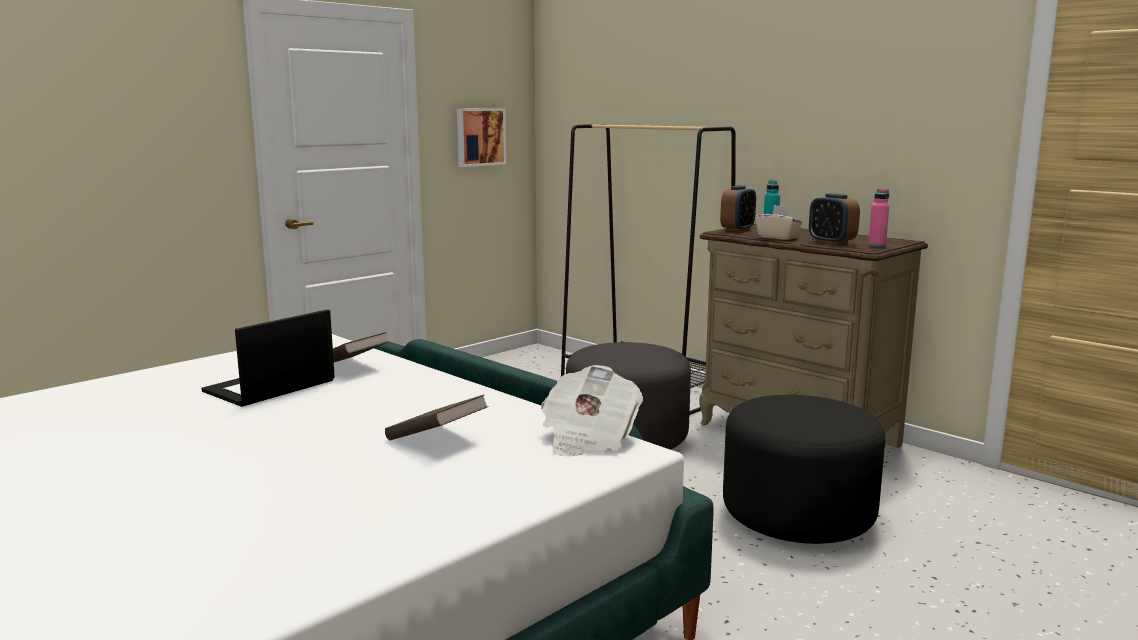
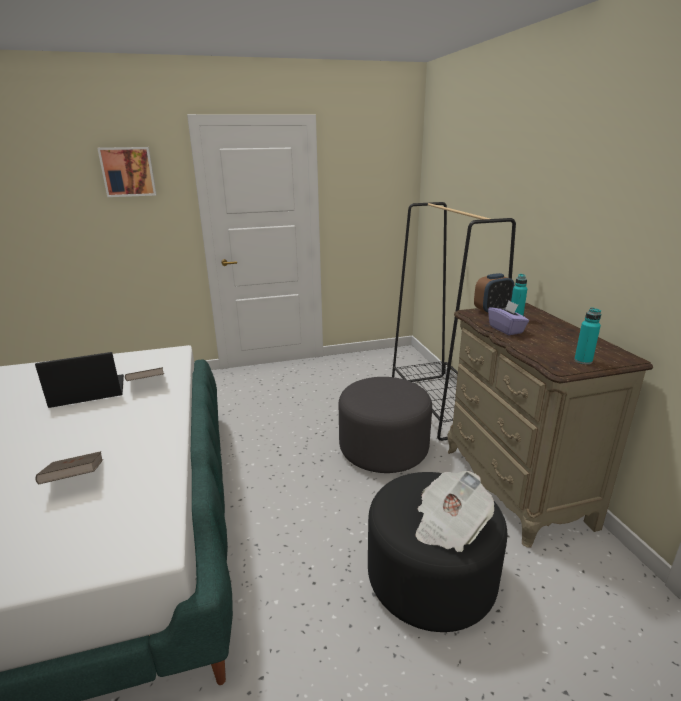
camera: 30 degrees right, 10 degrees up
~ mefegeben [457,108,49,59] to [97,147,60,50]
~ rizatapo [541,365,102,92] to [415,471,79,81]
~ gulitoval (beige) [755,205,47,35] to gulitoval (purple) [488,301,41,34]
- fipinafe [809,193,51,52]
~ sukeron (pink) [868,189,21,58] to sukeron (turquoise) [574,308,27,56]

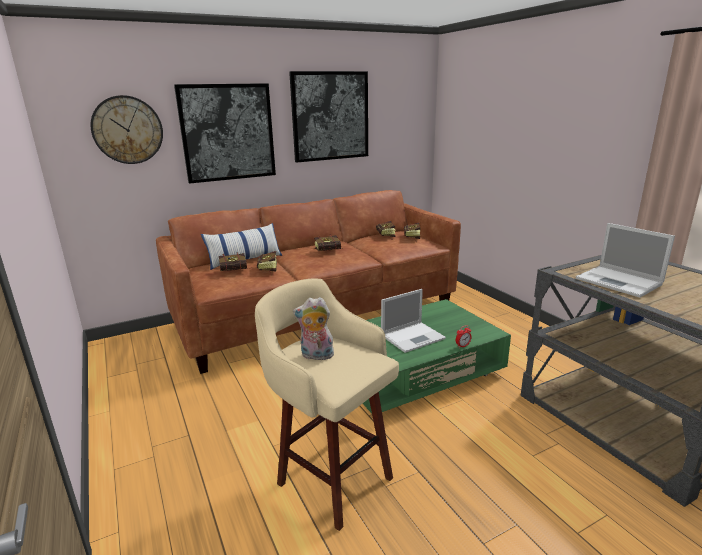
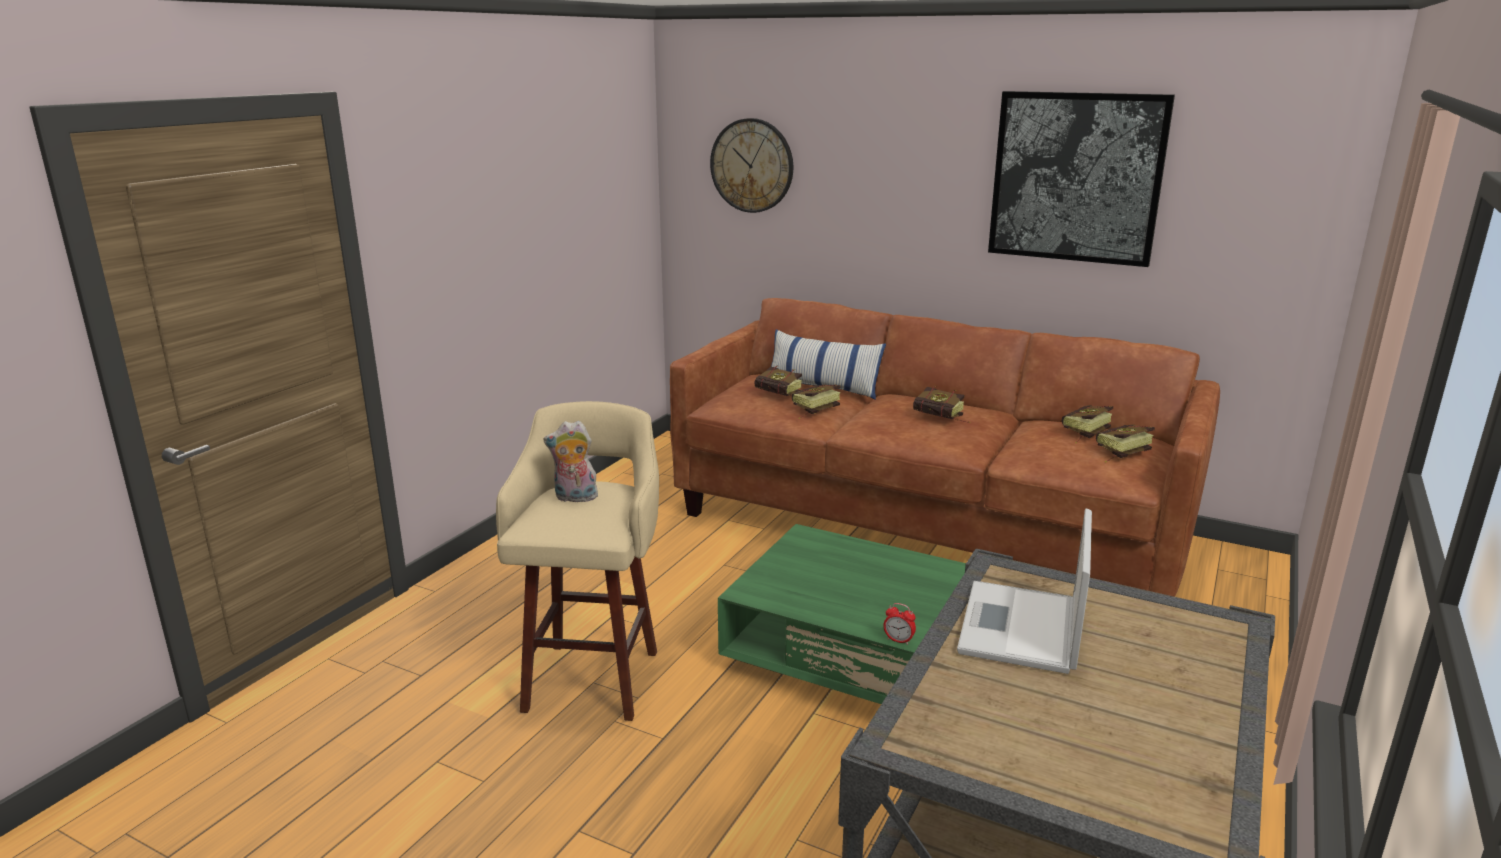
camera: 55 degrees right, 0 degrees up
- mefegeben [174,83,102,101]
~ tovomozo [293,297,43,63] = [544,421,54,81] 60 degrees counterclockwise
- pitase [381,289,65,64]

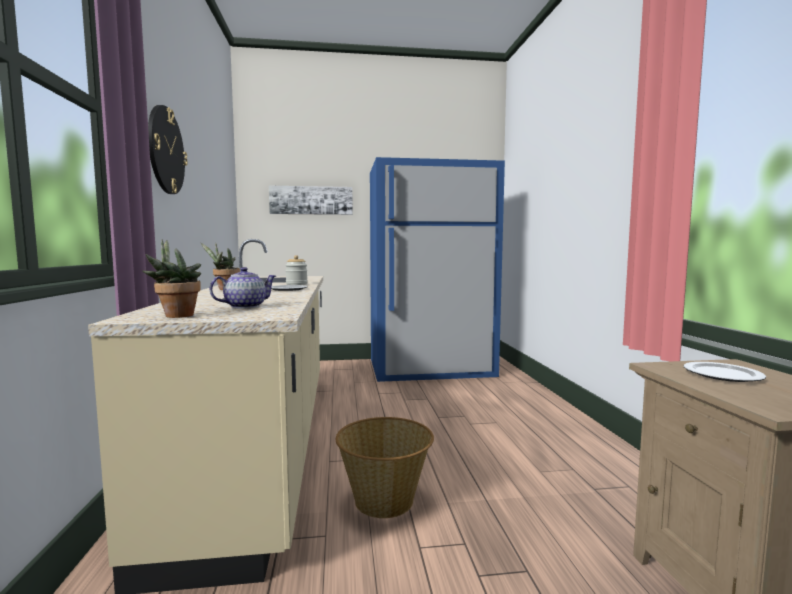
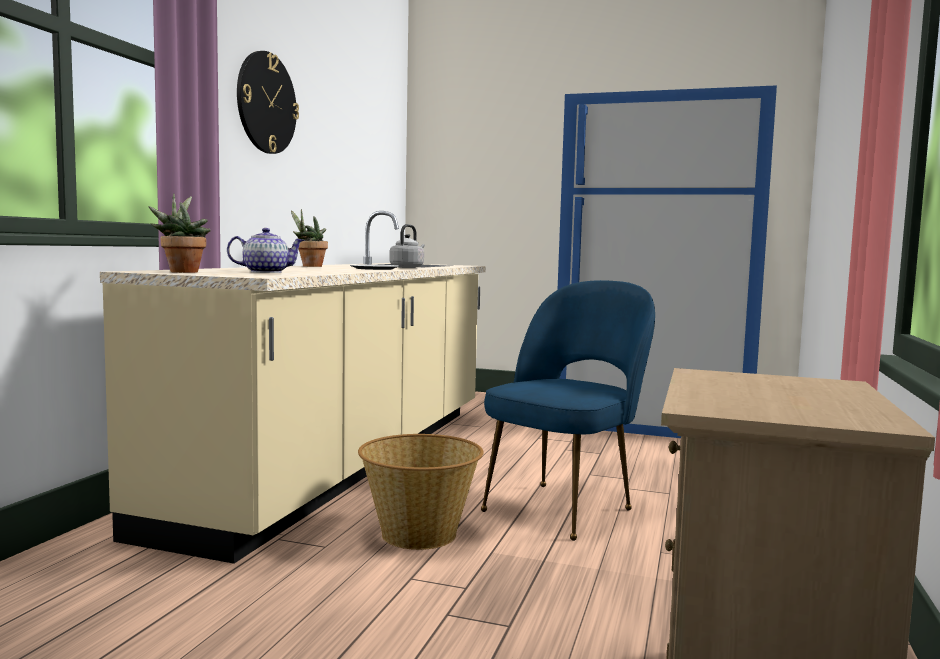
camera: 25 degrees right, 0 degrees up
- mefegeben [269,186,84,29]
~ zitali [285,255,23,30] to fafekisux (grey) [389,224,36,44]
- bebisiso [684,362,82,20]
+ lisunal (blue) [481,280,174,261]

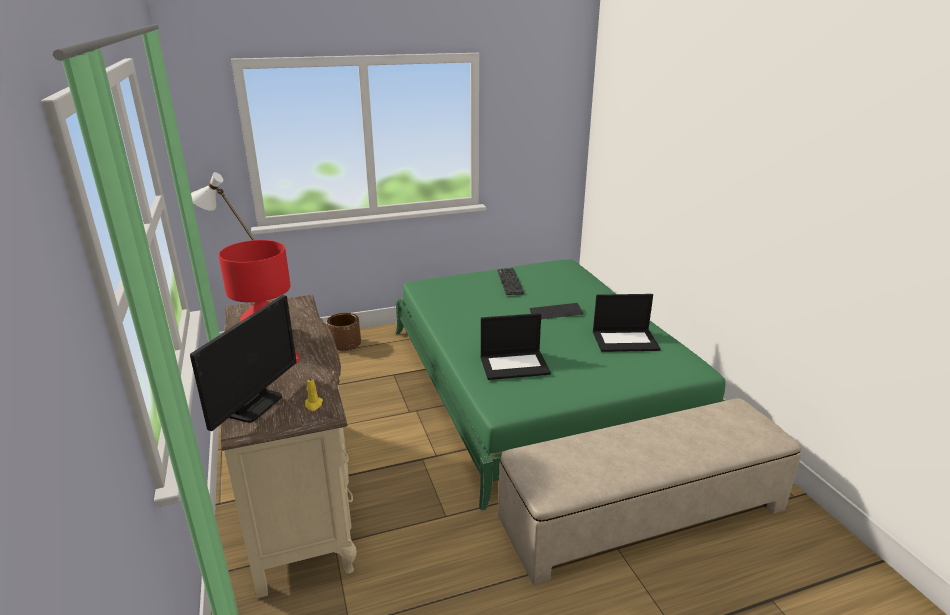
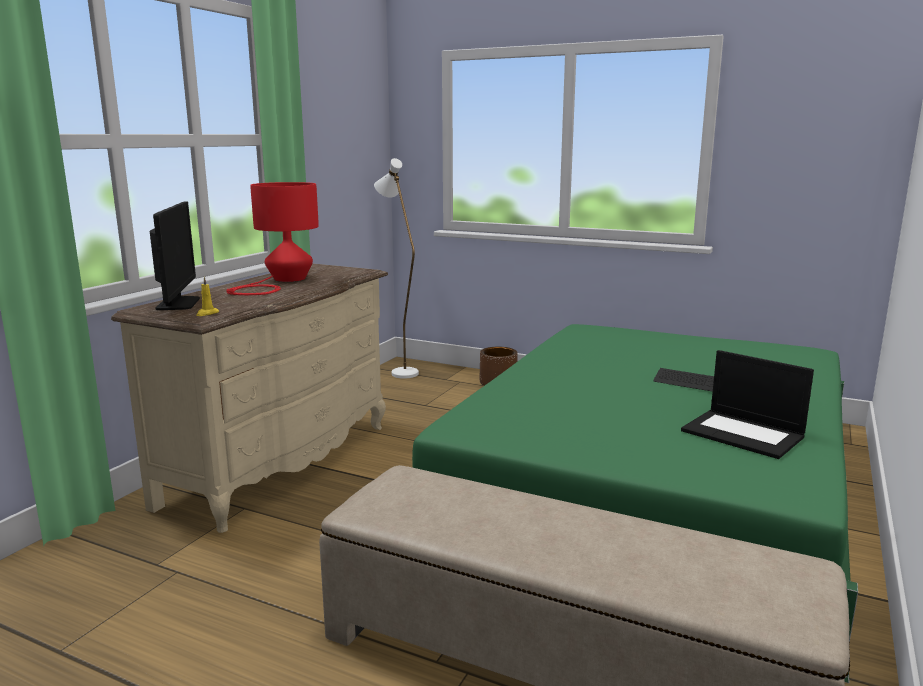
camera: 45 degrees right, 10 degrees down
~ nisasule [190,295,107,136] = [150,202,50,108] 75 degrees counterclockwise
- pitase [480,313,71,67]
- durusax [497,268,27,27]

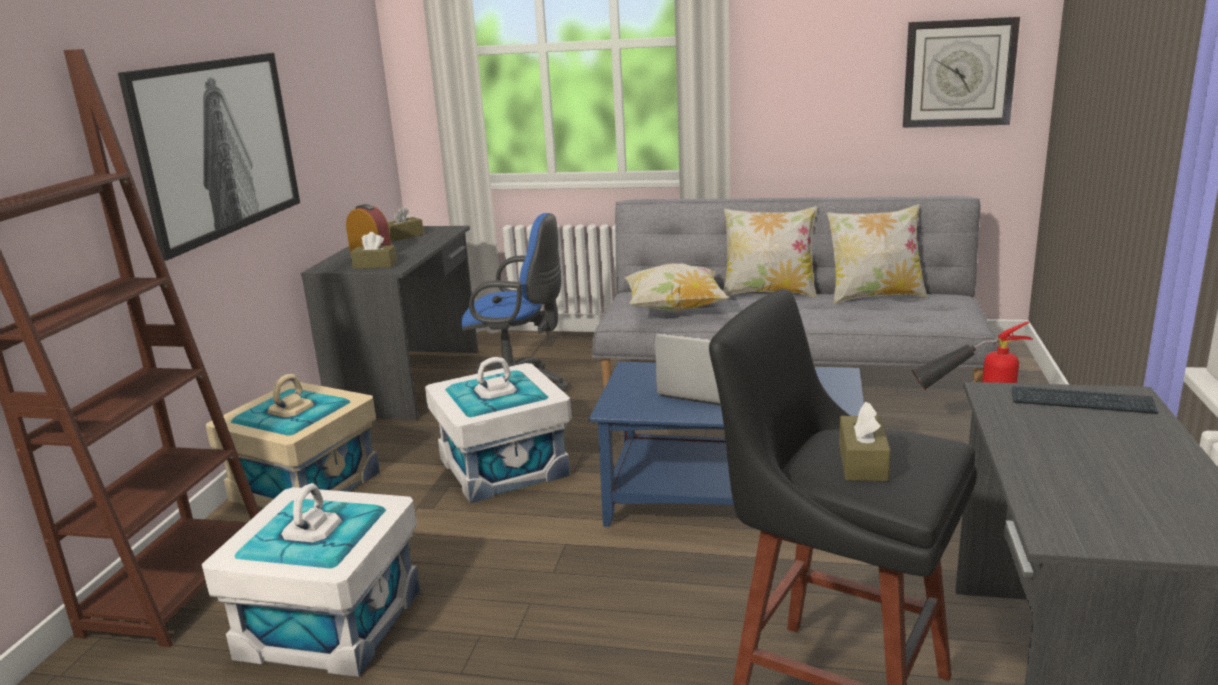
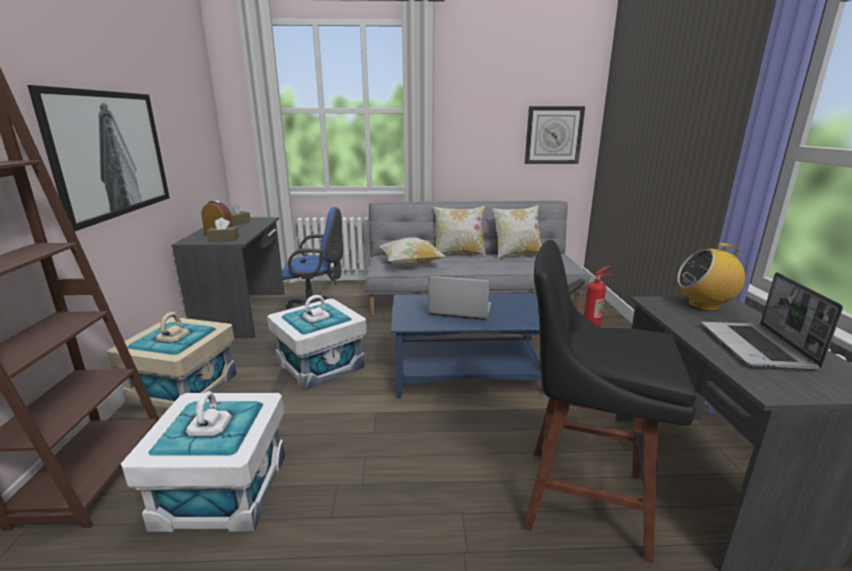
camera: 15 degrees left, 0 degrees up
- gulitoval (brown) [839,402,52,79]
~ durusax [1012,386,146,28] to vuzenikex [677,243,68,68]
+ pitase [702,272,141,98]

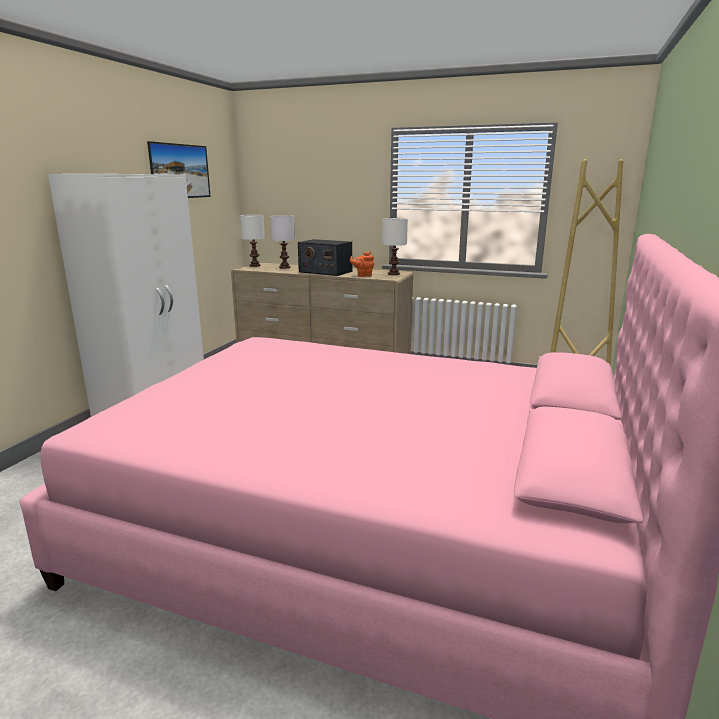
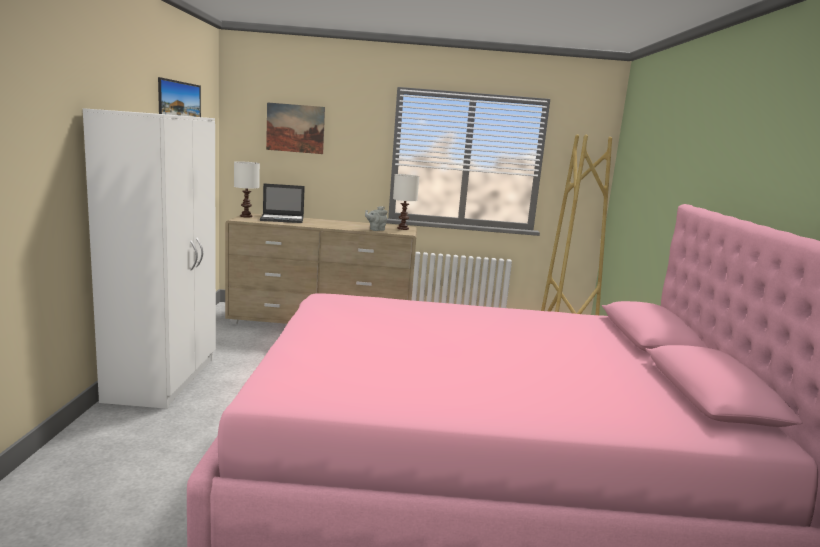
camera: 20 degrees left, 5 degrees down
~ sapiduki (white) [271,215,24,54] to pitase [260,183,45,40]
- vuzenikex [298,239,54,37]
~ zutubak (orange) [350,252,24,25] to zutubak (grey) [365,206,22,25]
+ mefegeben [266,102,59,52]

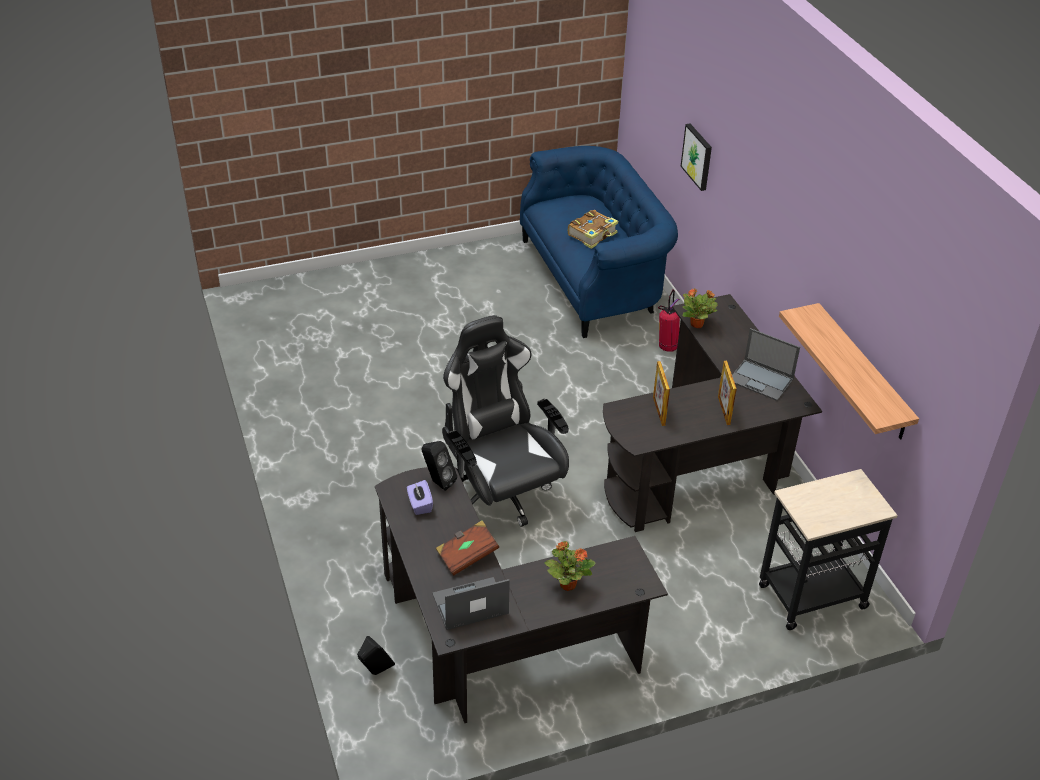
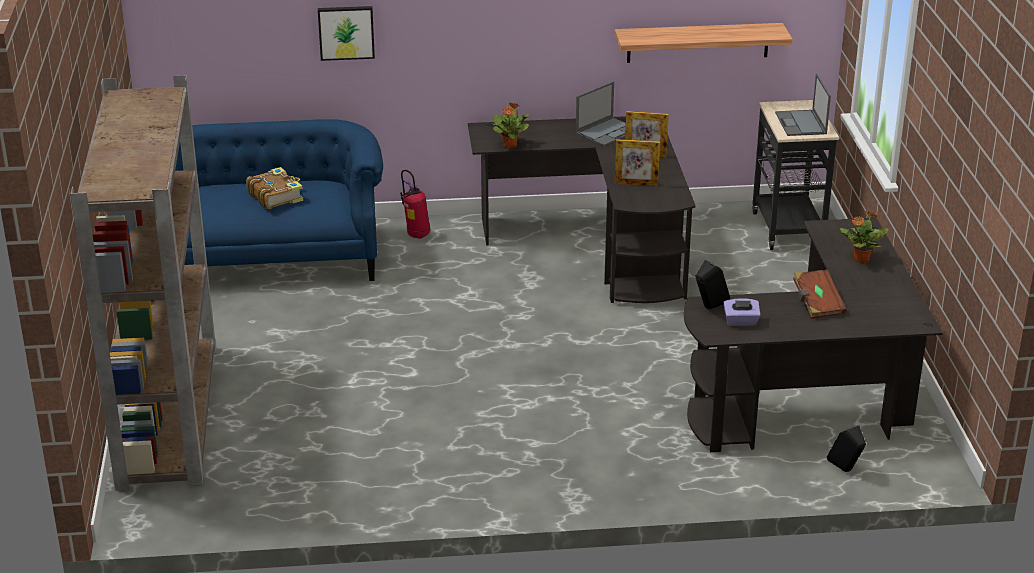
camera: 75 degrees left, 10 degrees down
~ pitase [432,577,78,53] to [775,74,56,62]
- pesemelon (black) [442,315,127,212]
+ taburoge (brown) [70,75,146,415]

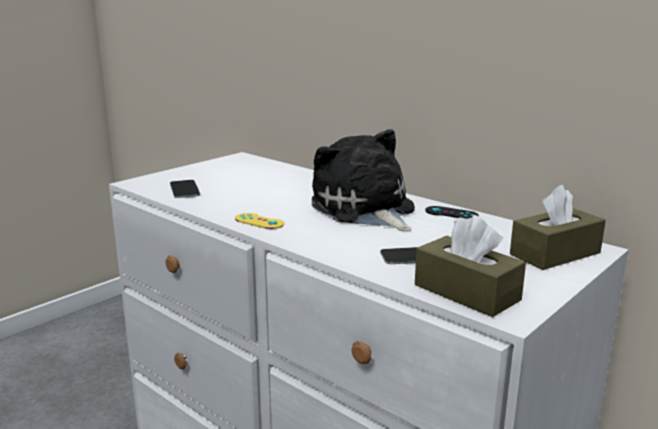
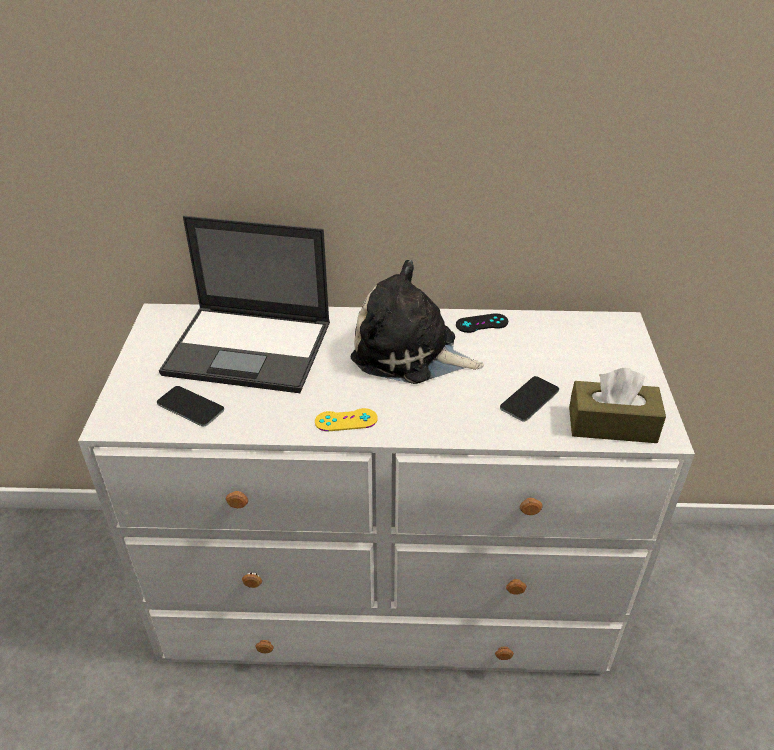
camera: 40 degrees left, 20 degrees up
- gulitoval (brown) [510,185,96,85]
+ pitase [159,216,171,177]

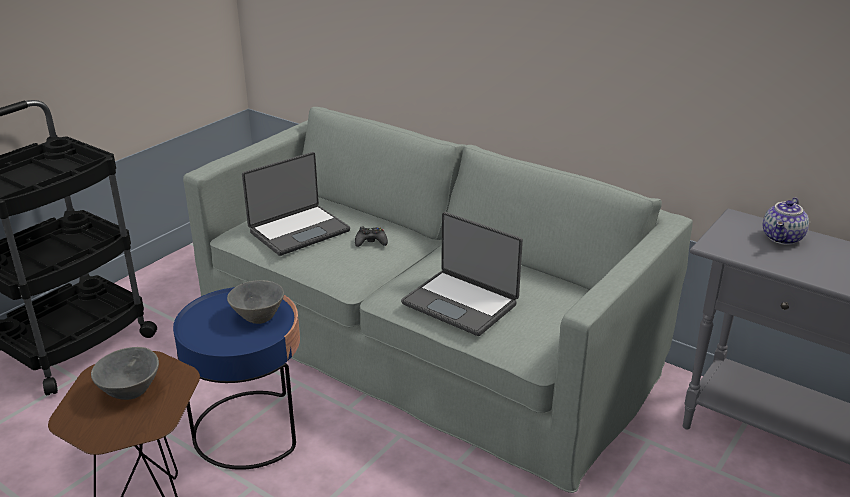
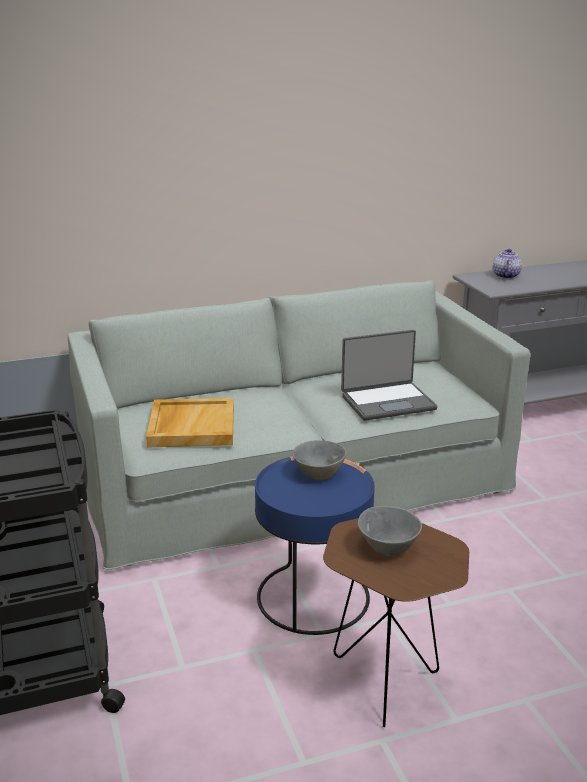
camera: 55 degrees left, 5 degrees down
~ pitase [242,152,108,104] to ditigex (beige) [146,398,88,49]
- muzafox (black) [355,226,33,21]
~ zutubak [763,197,46,48] = [493,249,29,30] 150 degrees counterclockwise

